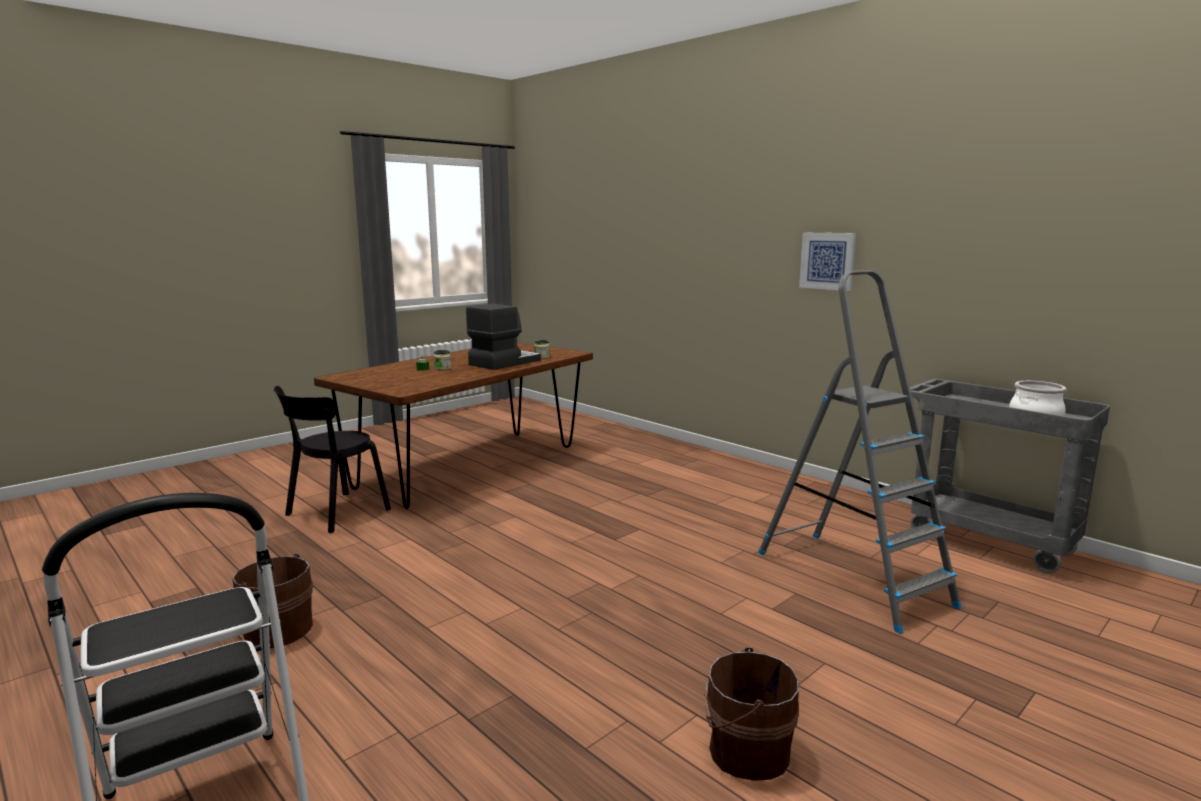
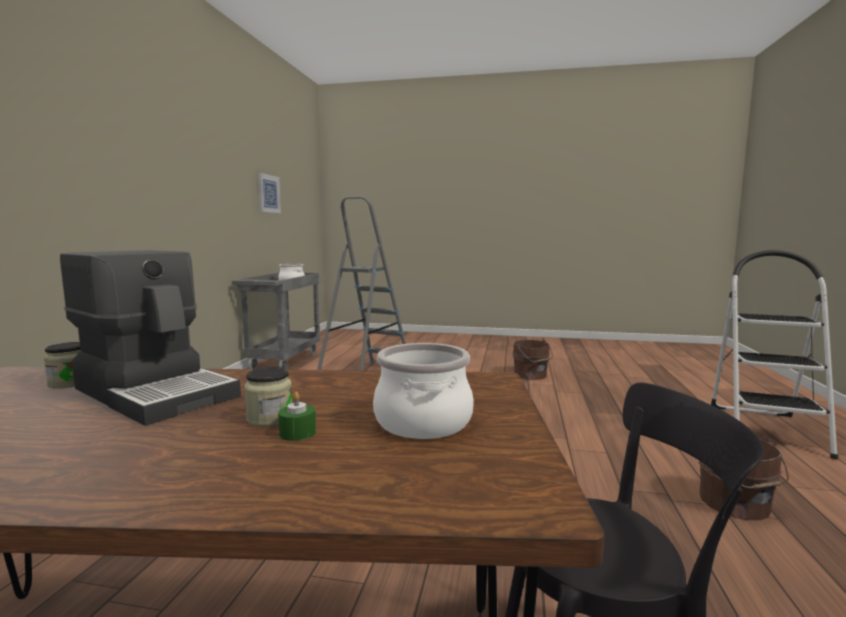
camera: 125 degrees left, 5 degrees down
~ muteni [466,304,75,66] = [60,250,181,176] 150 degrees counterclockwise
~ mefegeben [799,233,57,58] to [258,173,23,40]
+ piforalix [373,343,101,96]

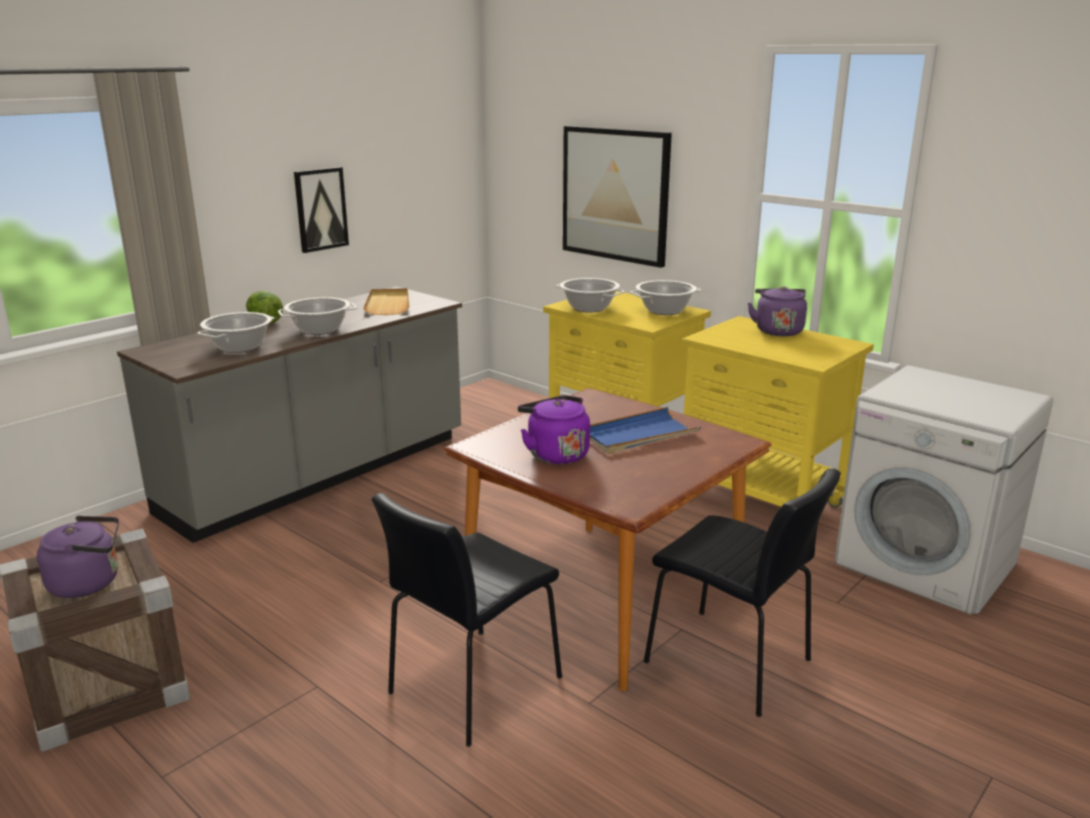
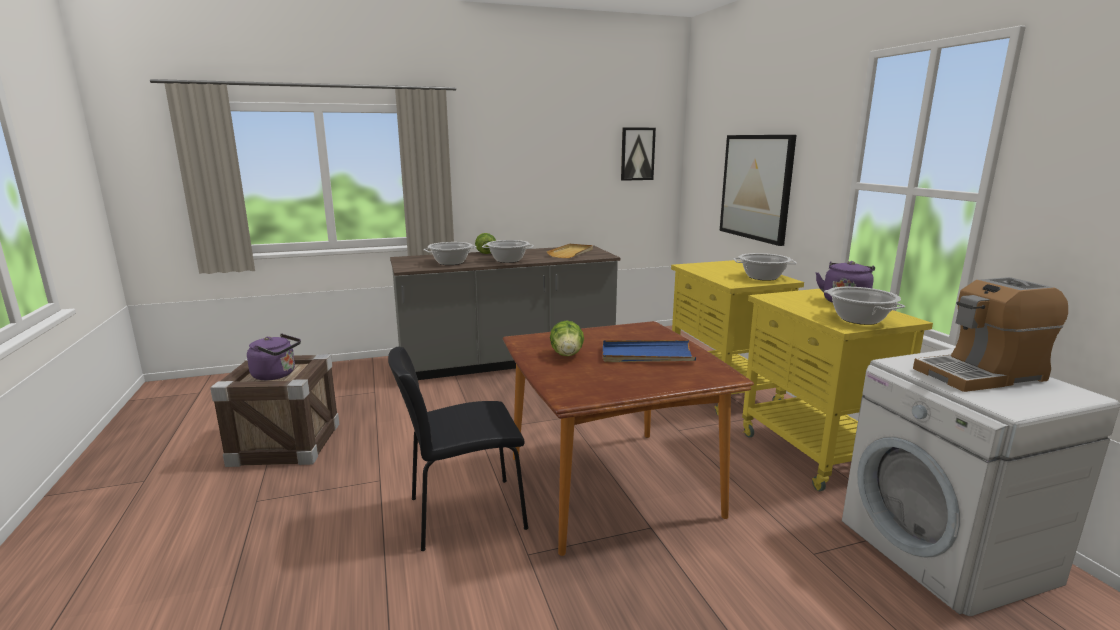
camera: 30 degrees right, 5 degrees down
~ mefegeben [294,167,55,86] to [621,127,35,54]
~ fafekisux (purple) [518,395,72,69] to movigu [550,320,34,36]
~ piforalix [556,278,69,35] to [824,287,81,38]
- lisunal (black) [644,468,197,249]
+ muteni [913,277,155,115]

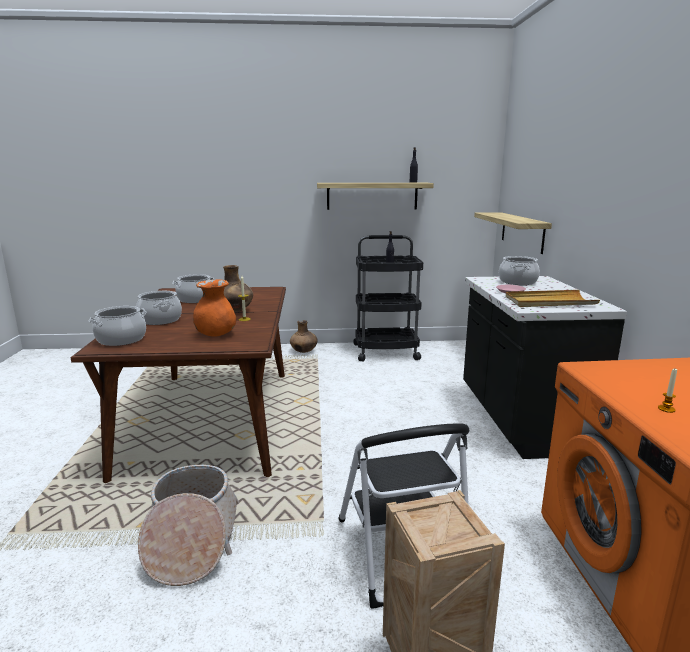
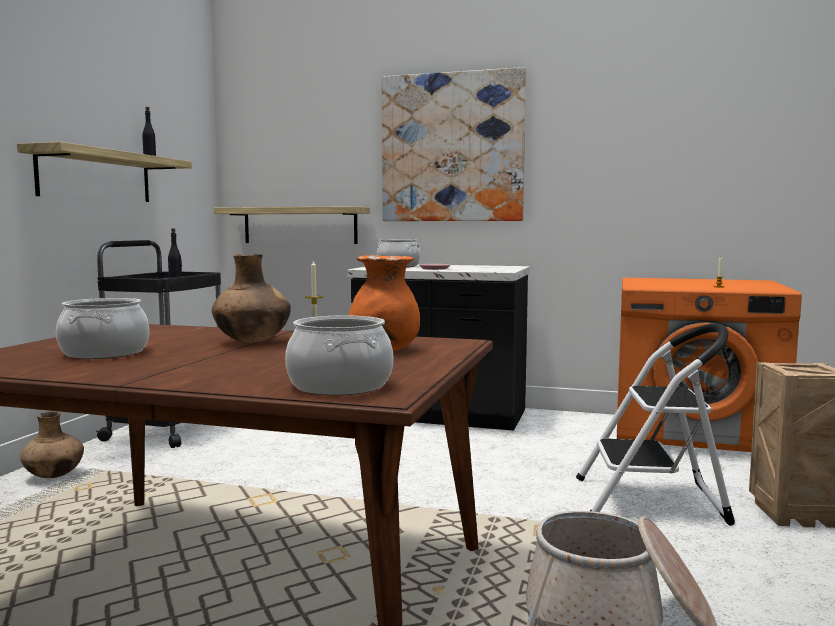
camera: 70 degrees left, 10 degrees down
- piforalix [136,291,46,34]
- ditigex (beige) [506,290,94,17]
+ mefegeben [382,67,144,154]

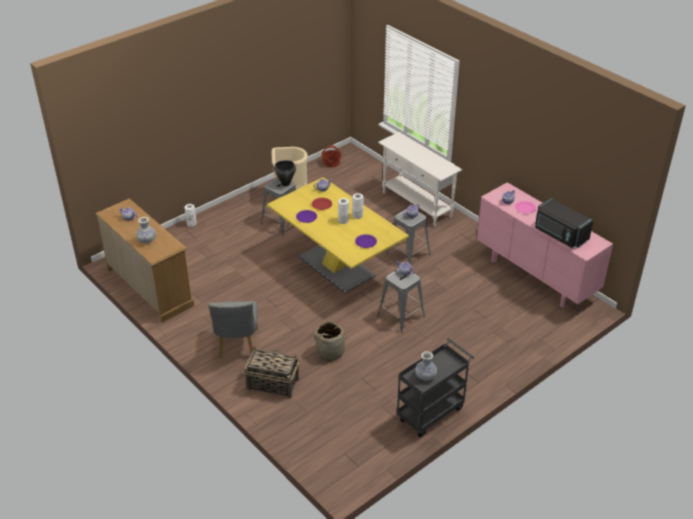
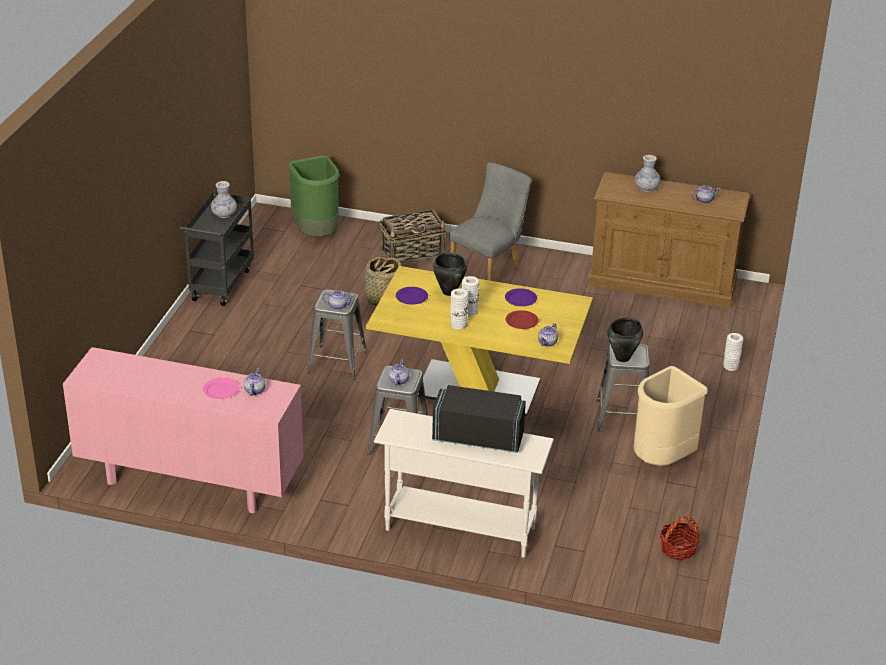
camera: 145 degrees right, 5 degrees down
~ lisunal (grey) [208,301,50,58] = [449,162,82,119] 75 degrees clockwise
~ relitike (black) [535,198,58,50] to [432,385,94,68]
+ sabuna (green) [288,155,52,82]
+ piforalix (black) [433,253,34,43]

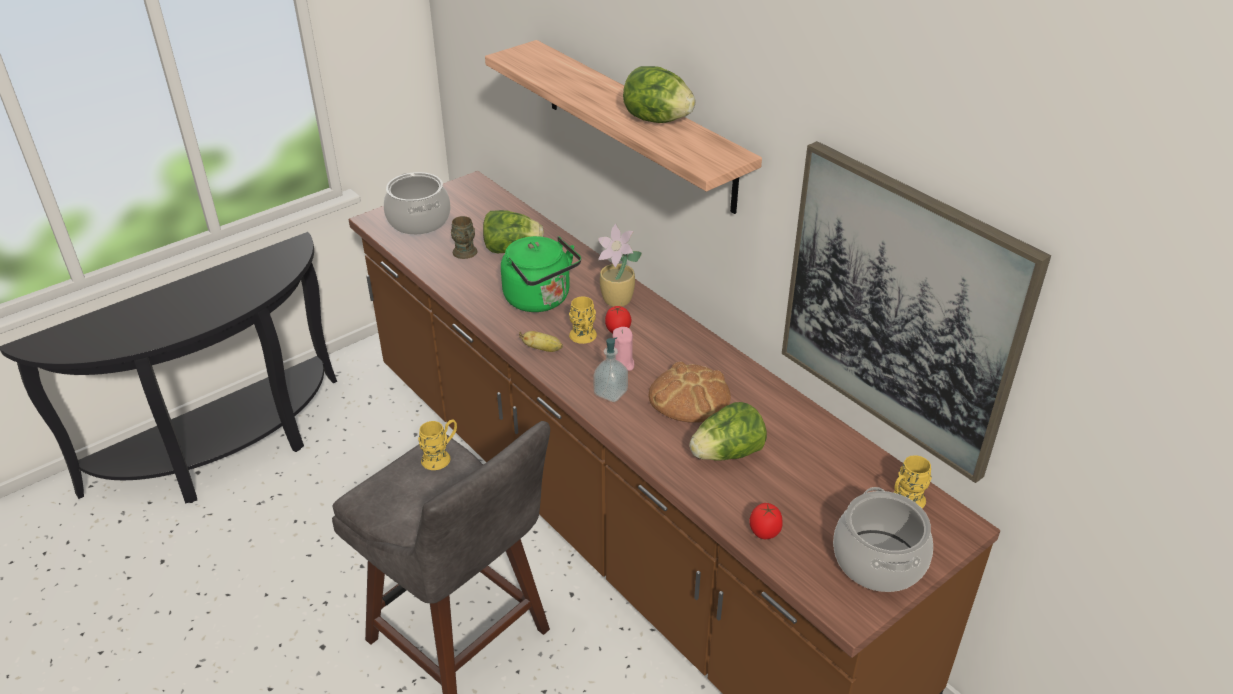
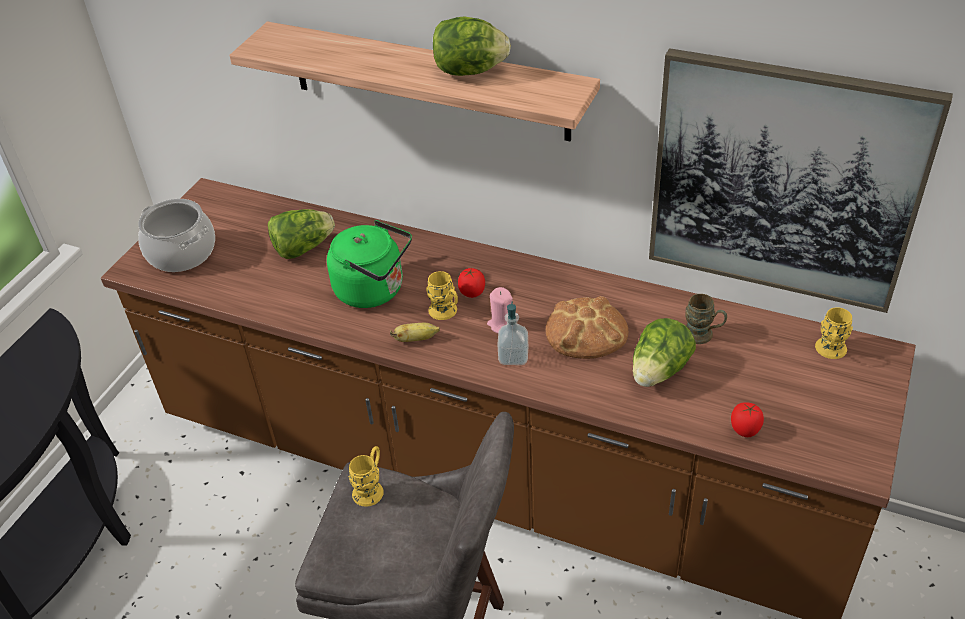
camera: 25 degrees left, 5 degrees up
~ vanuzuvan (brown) [451,216,27,43] to [685,294,42,50]
- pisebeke [598,224,44,83]
- piforalix [833,487,100,105]

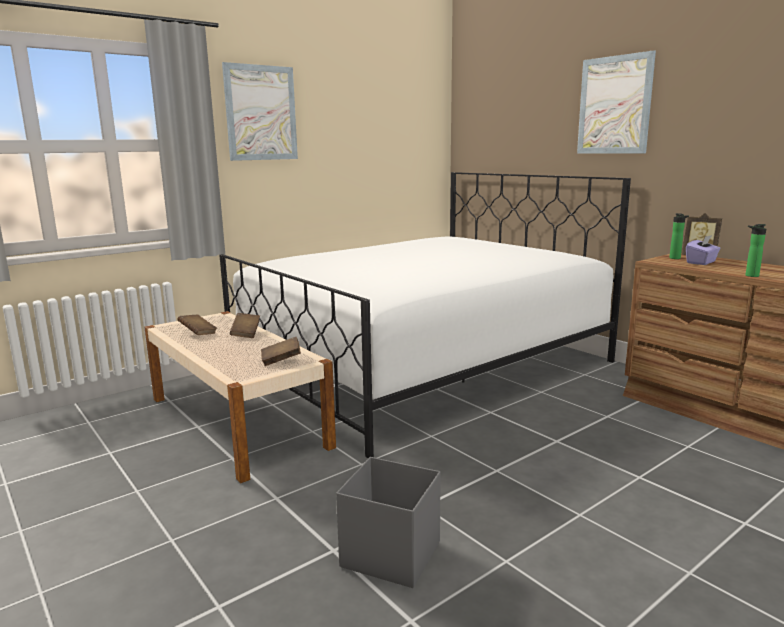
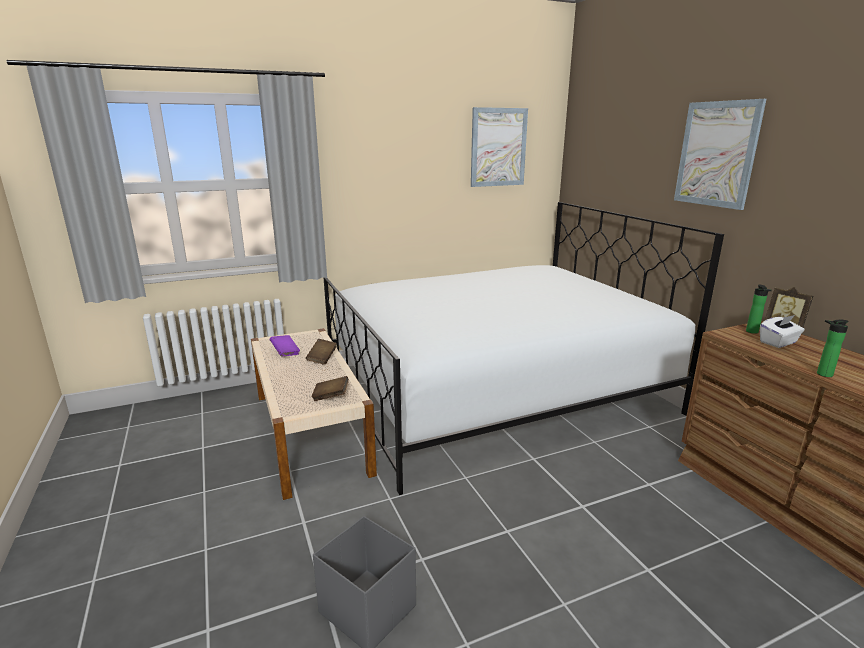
camera: 15 degrees right, 5 degrees up
~ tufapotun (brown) [177,314,40,21] to tufapotun (purple) [270,335,30,21]
~ mefegeben [222,62,76,99] to [471,107,57,80]
~ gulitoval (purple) [686,235,35,30] to gulitoval (white) [760,315,45,33]

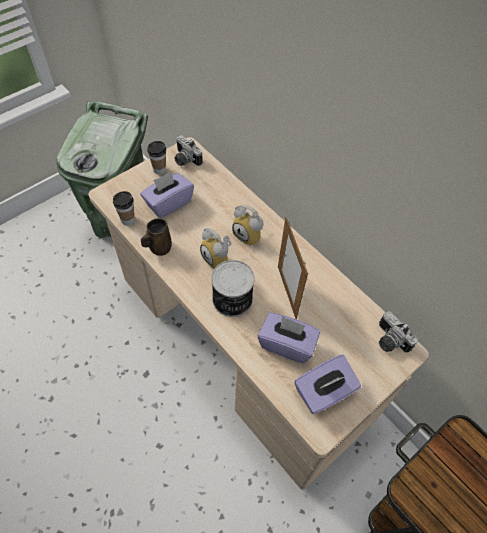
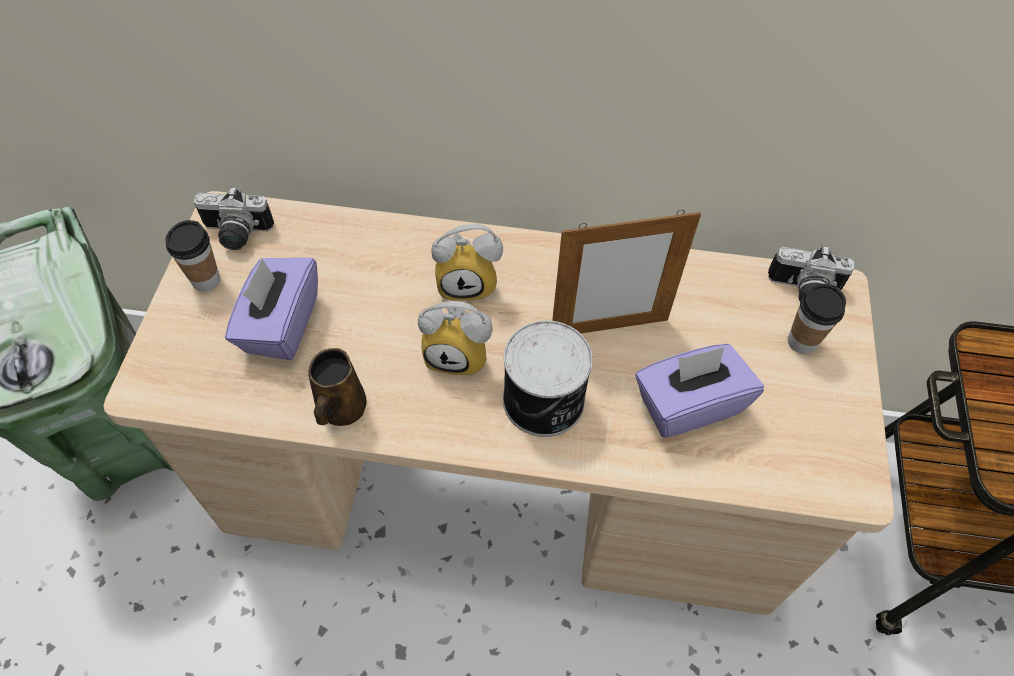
camera: 40 degrees left, 0 degrees up
~ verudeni [113,191,22,35] to [788,284,58,70]
~ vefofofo [278,217,30,102] = [552,210,149,123] 45 degrees counterclockwise
- gulitoval (purple) [294,354,67,60]

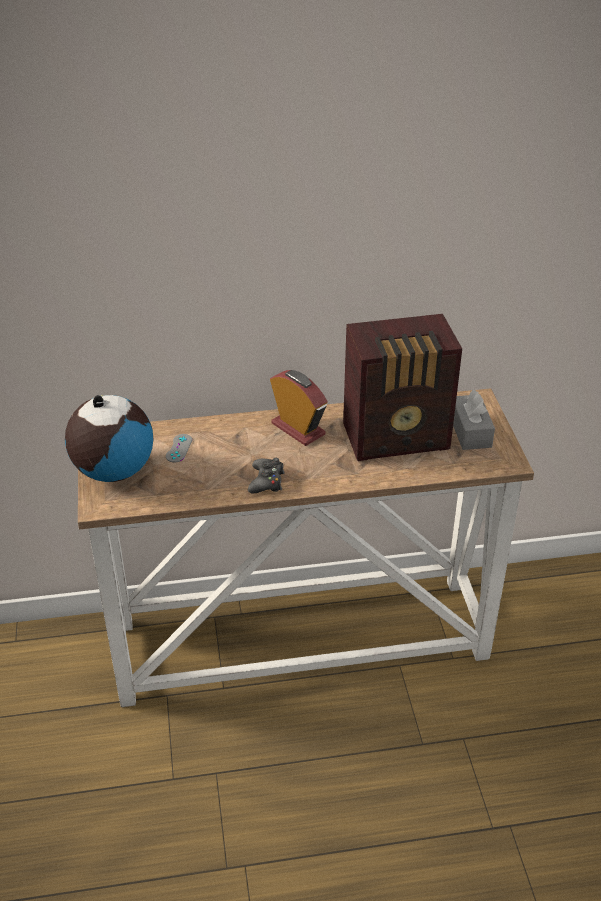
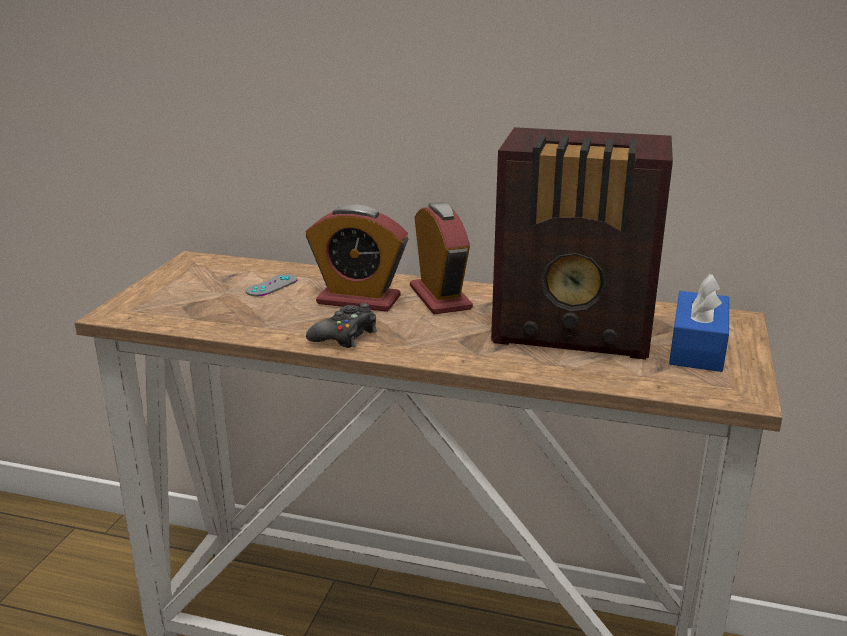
camera: 25 degrees right, 15 degrees down
- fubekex [65,395,88,87]
~ gulitoval (grey) [453,390,42,60] to gulitoval (blue) [669,274,60,98]
+ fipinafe [306,205,102,107]

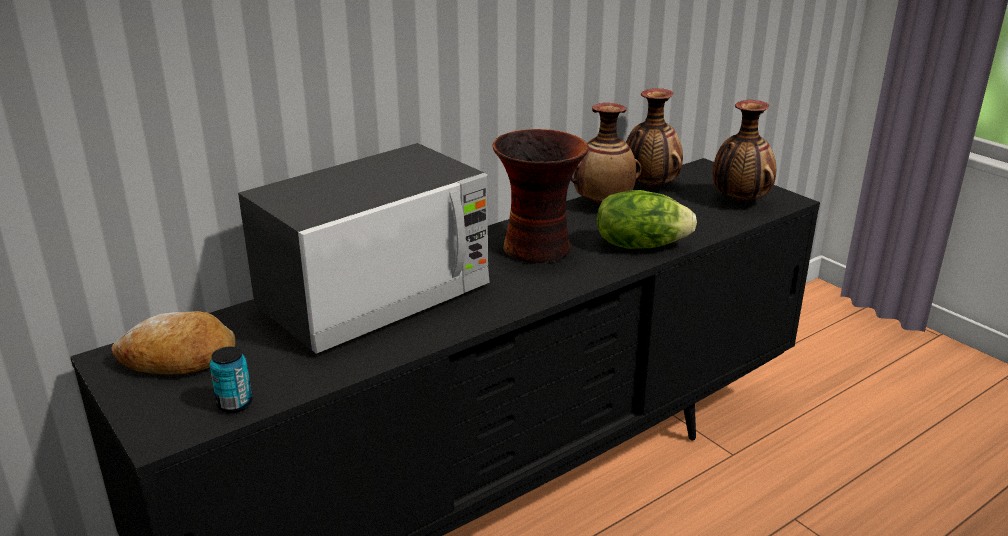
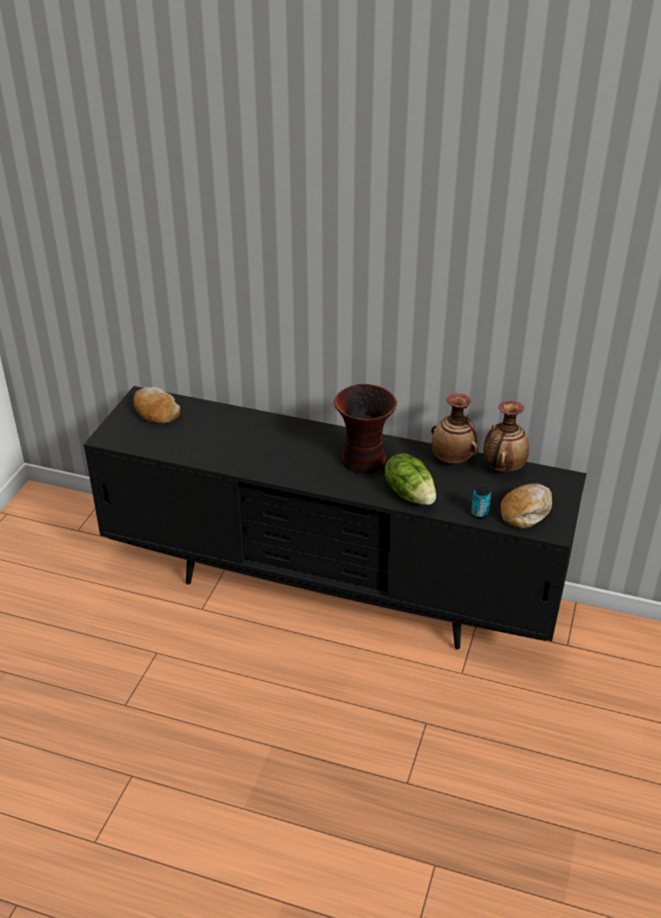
camera: 55 degrees right, 10 degrees up
~ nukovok [209,347,44,66] to [471,485,21,34]
- relitike [238,143,252,210]
~ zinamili [713,100,63,102] to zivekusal [501,483,51,45]

